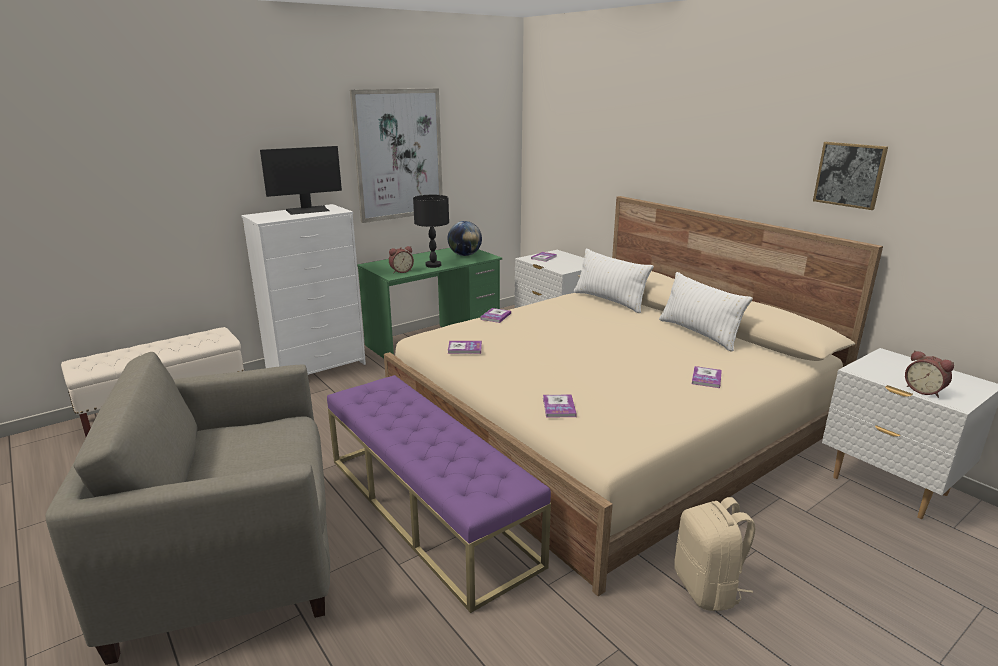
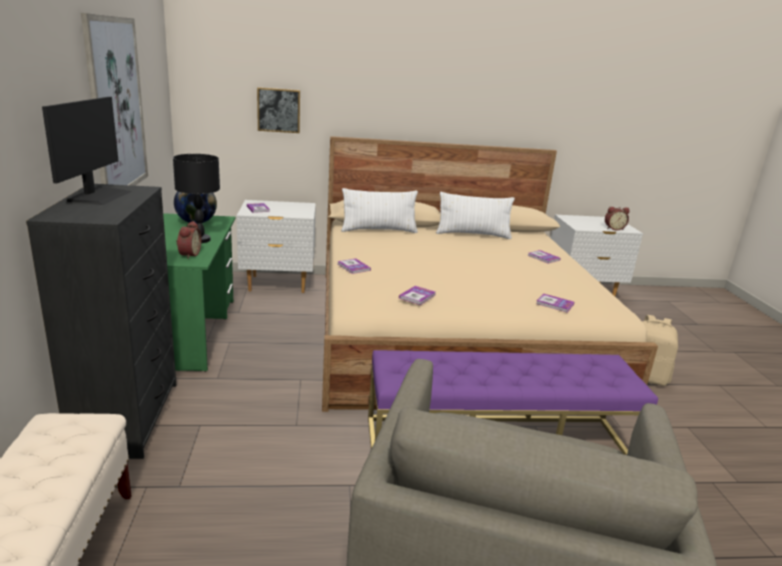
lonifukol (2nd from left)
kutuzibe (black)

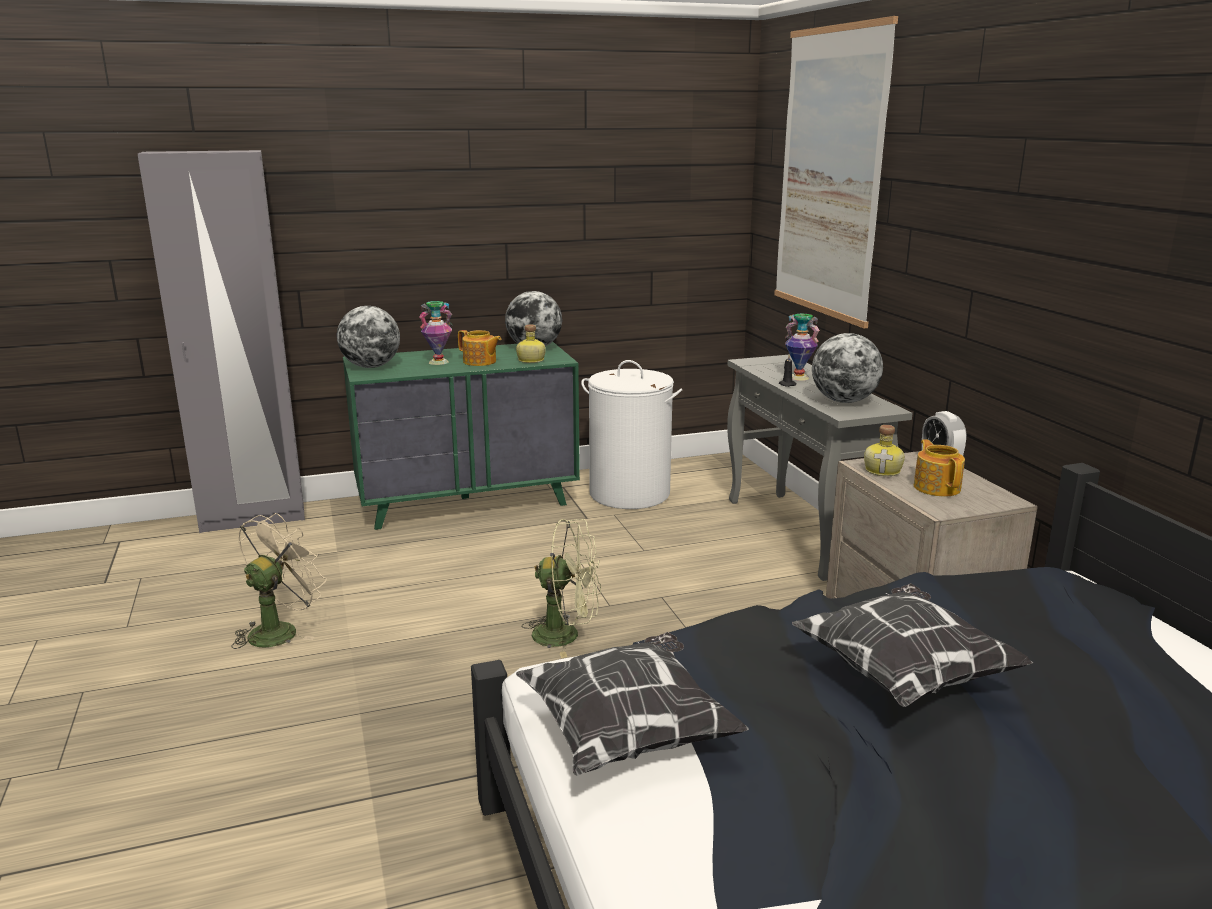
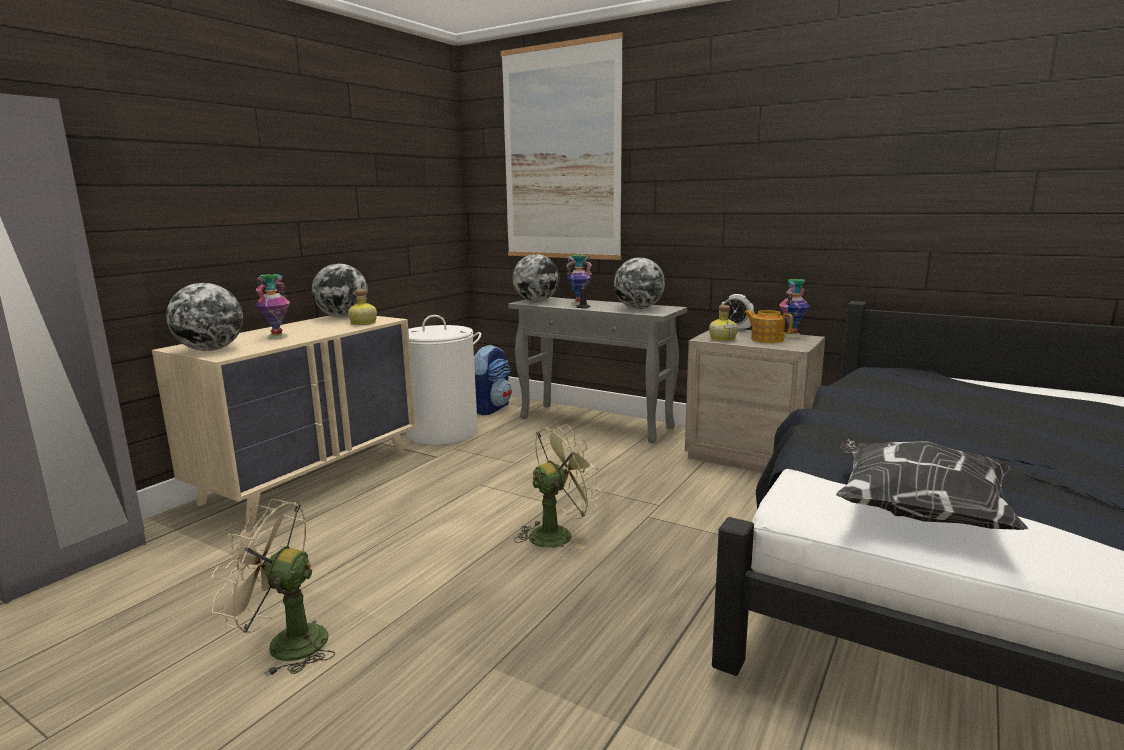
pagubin (1st from left in the first image)
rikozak (2nd from left in the first image)
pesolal
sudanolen (3rd from left)
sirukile (3rd from left)
kutuzibe (beige)
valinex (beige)

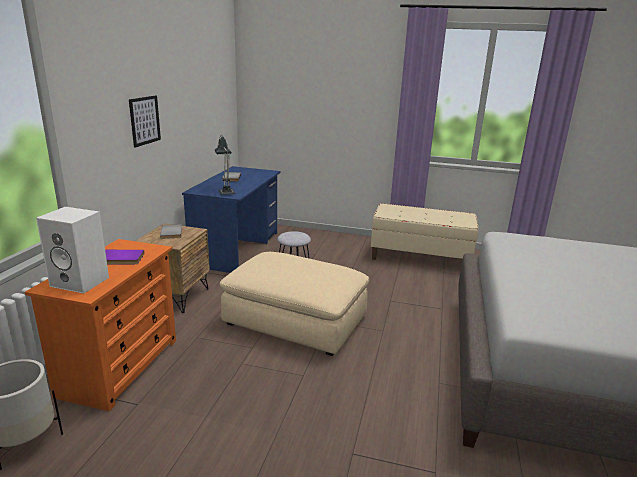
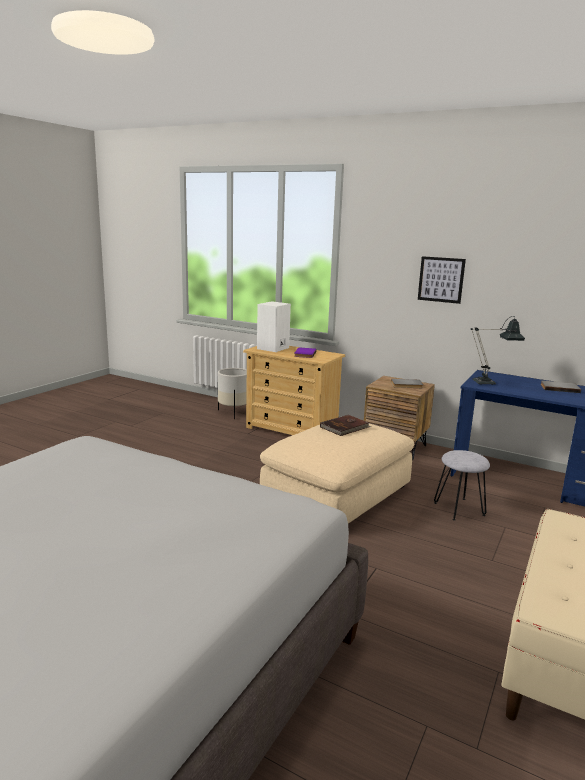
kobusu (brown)
kutuzibe (beige)

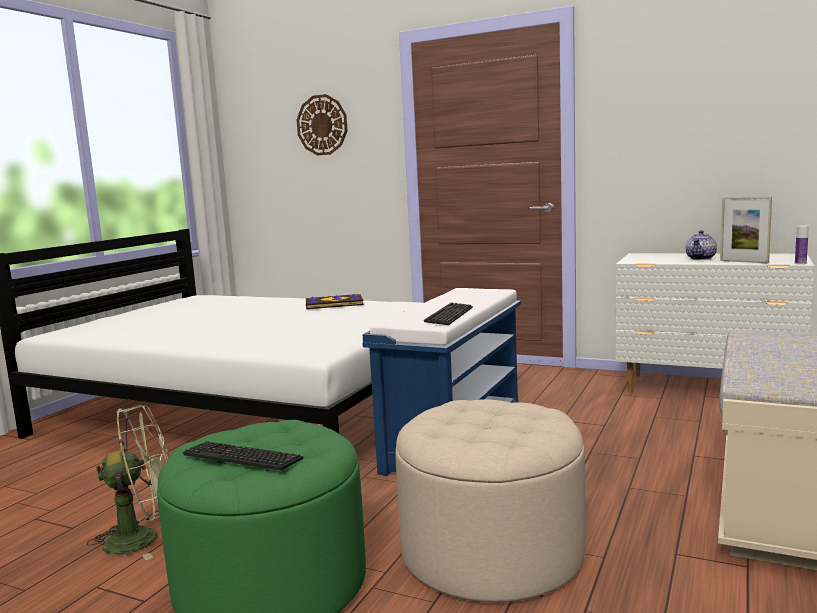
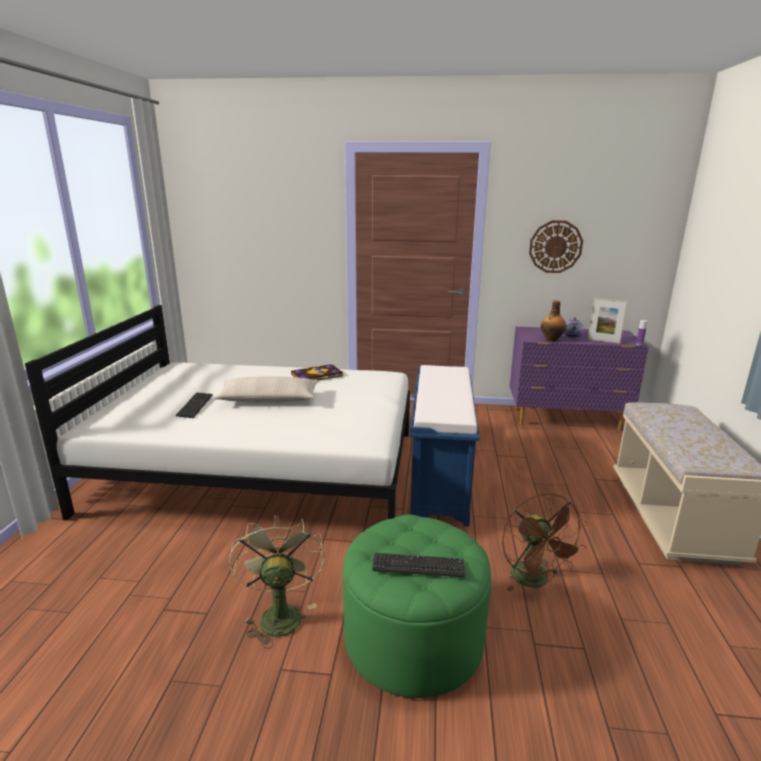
rikozak (beige)
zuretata (1st from left)
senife
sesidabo (1st from left)
valinex (brown)
kutuzibe (purple)
valinex (green)

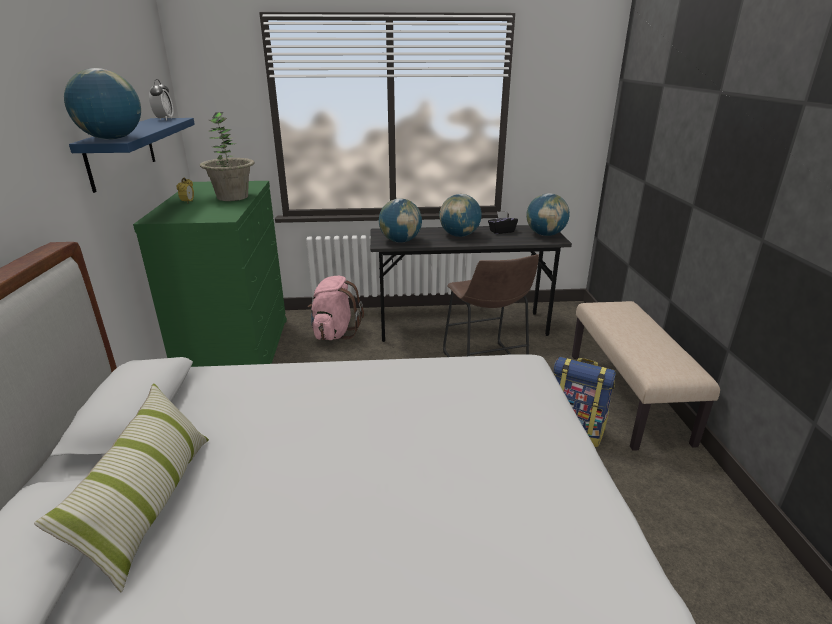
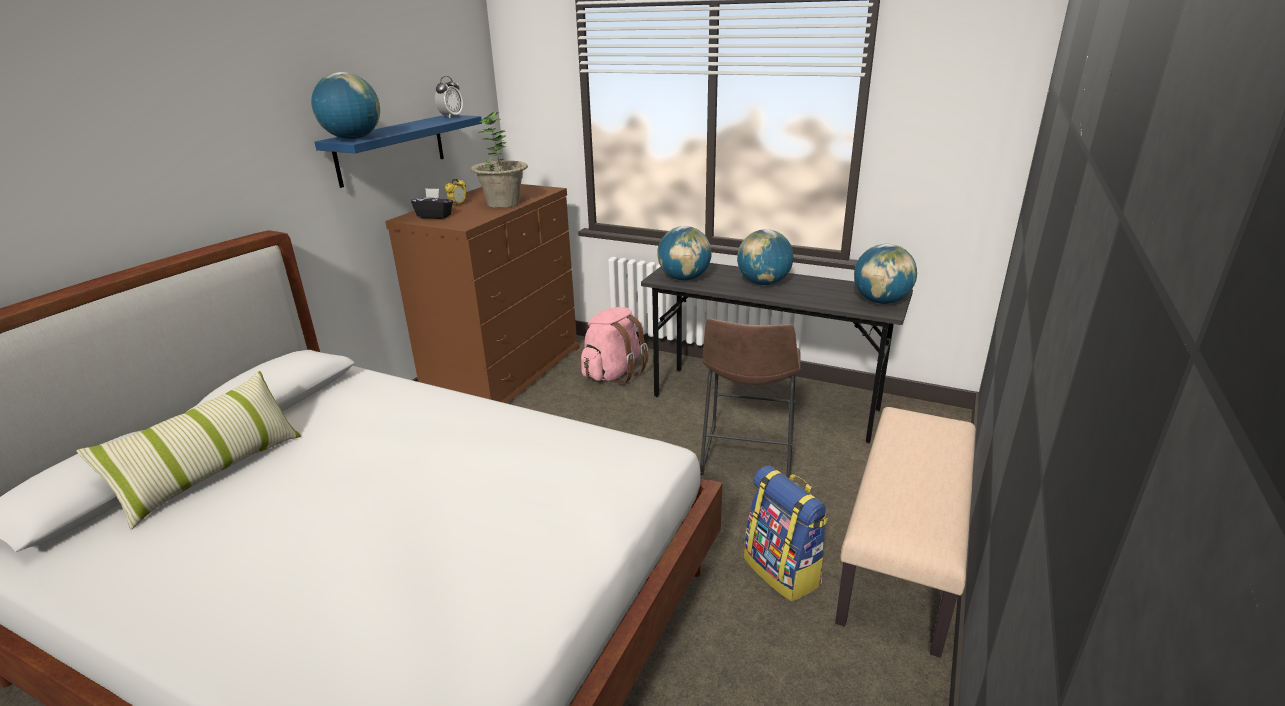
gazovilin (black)
kutuzibe (brown)

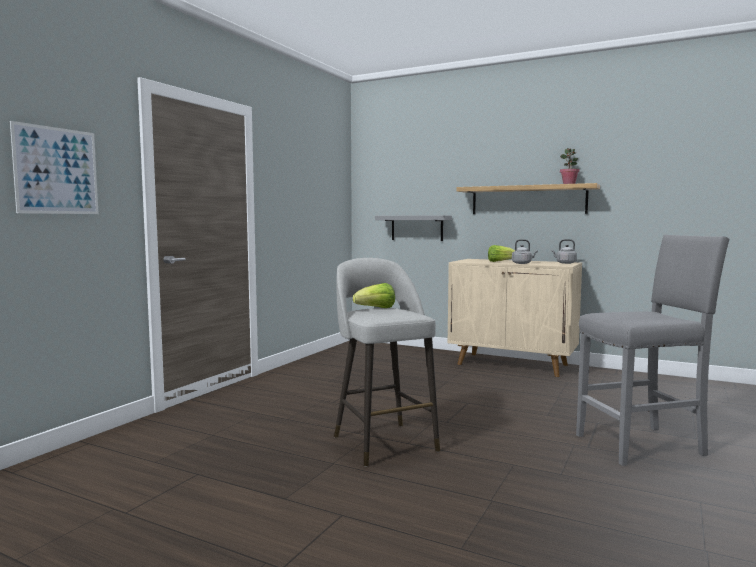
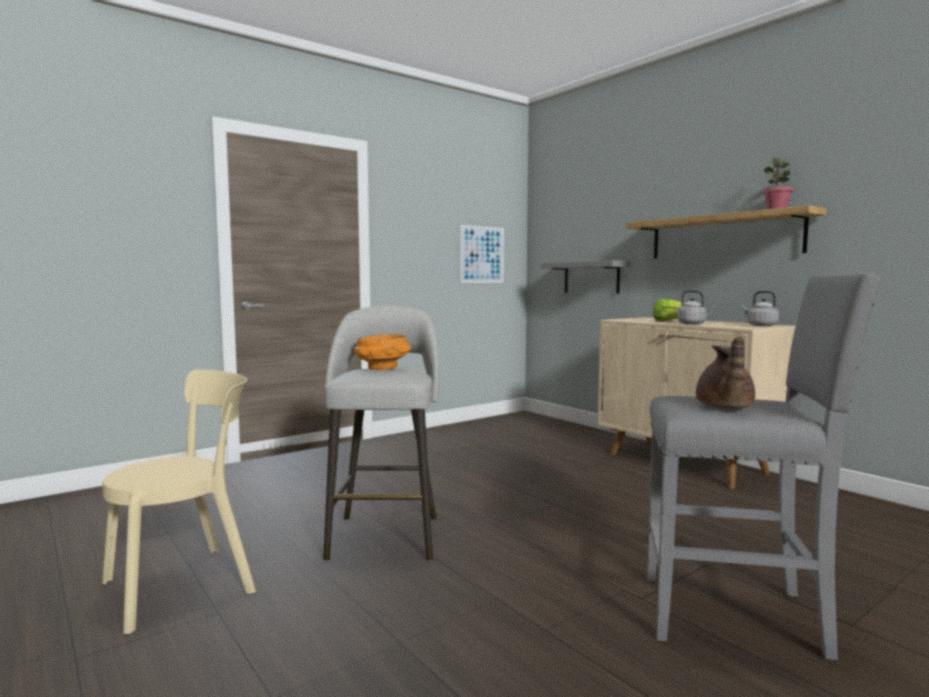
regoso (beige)
pagubin (brown)
lonifukol
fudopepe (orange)

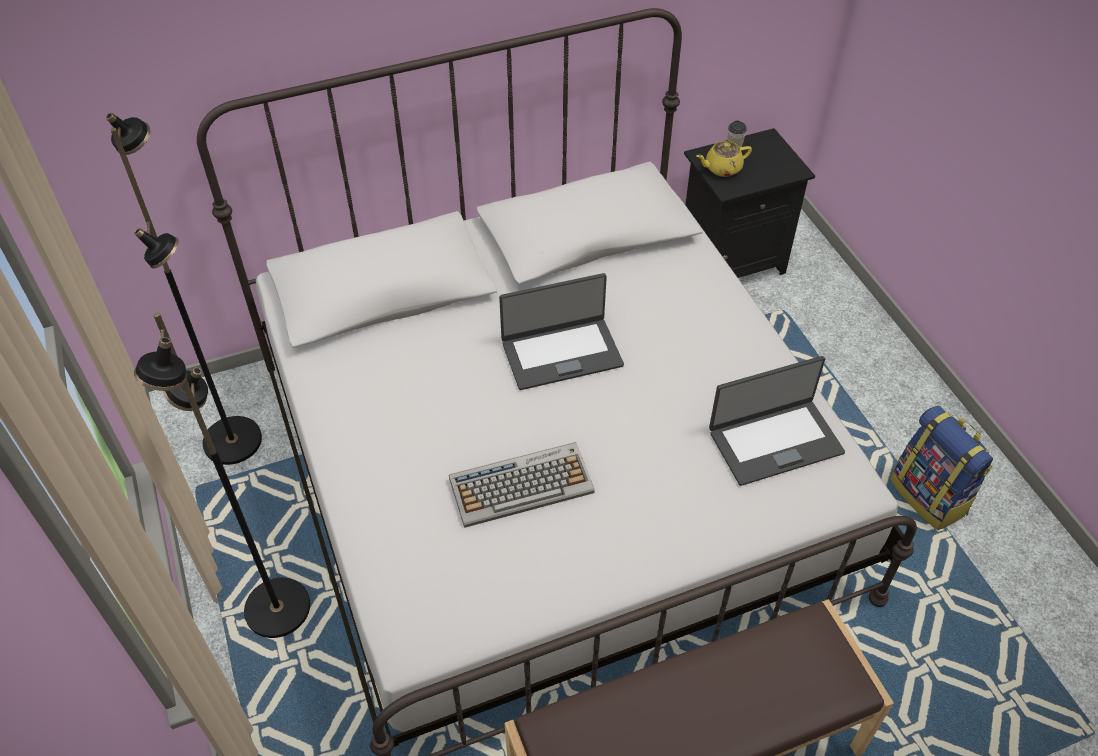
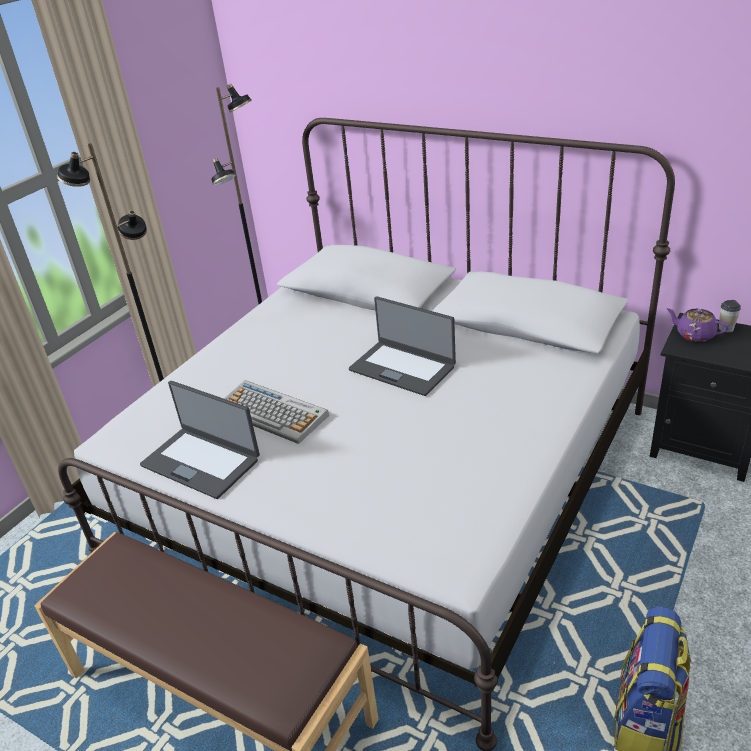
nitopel (1st from left)
pagubin (purple)

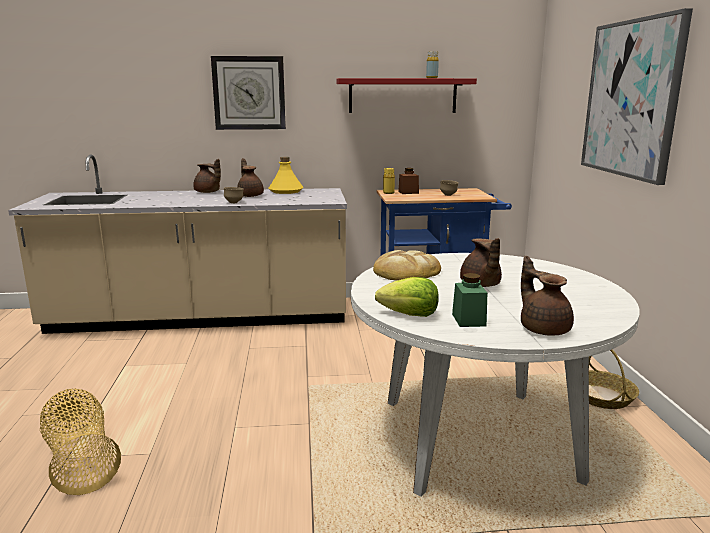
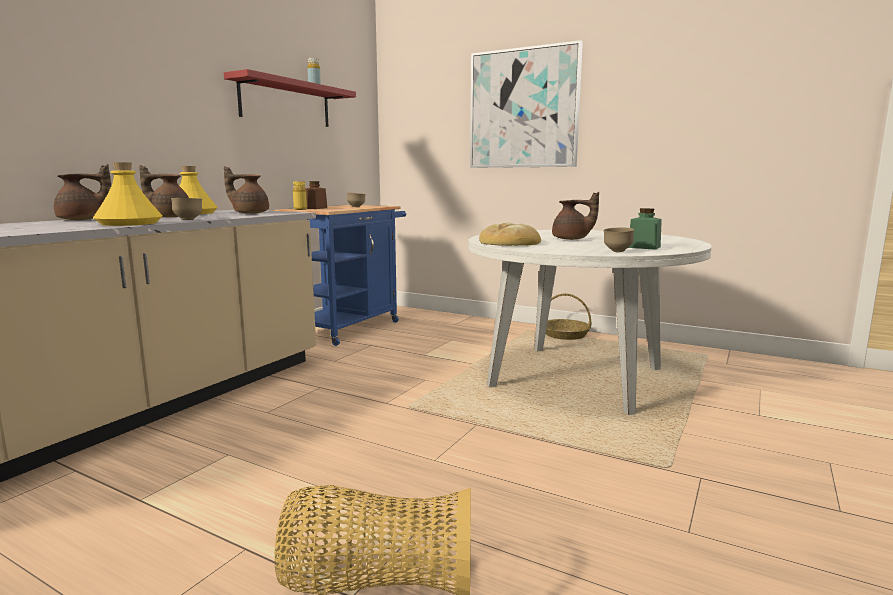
senife
zuretata (yellow) (1st from left)
pagubin (brown) (3rd from left)
fudopepe (brown) (3rd from left)

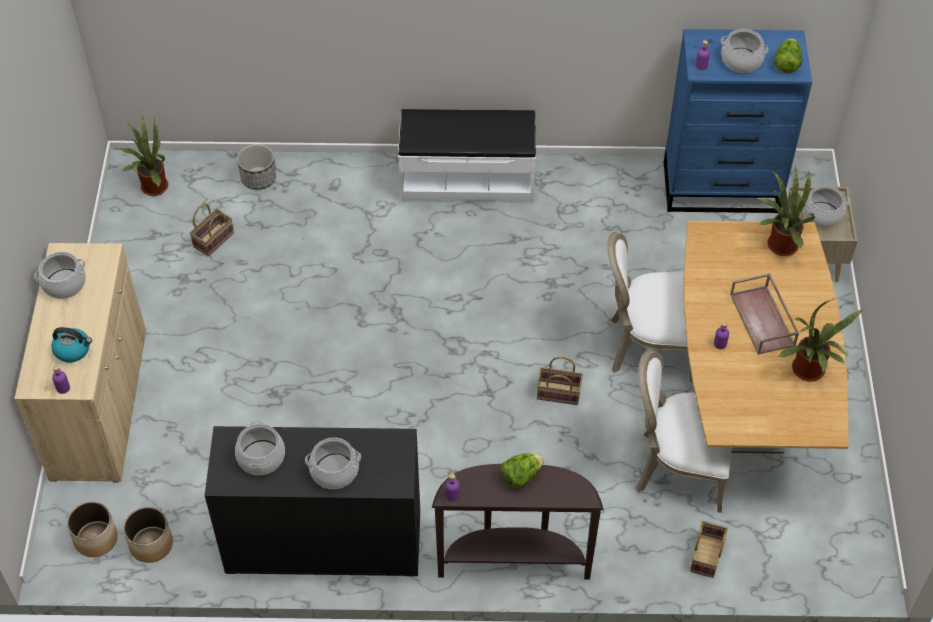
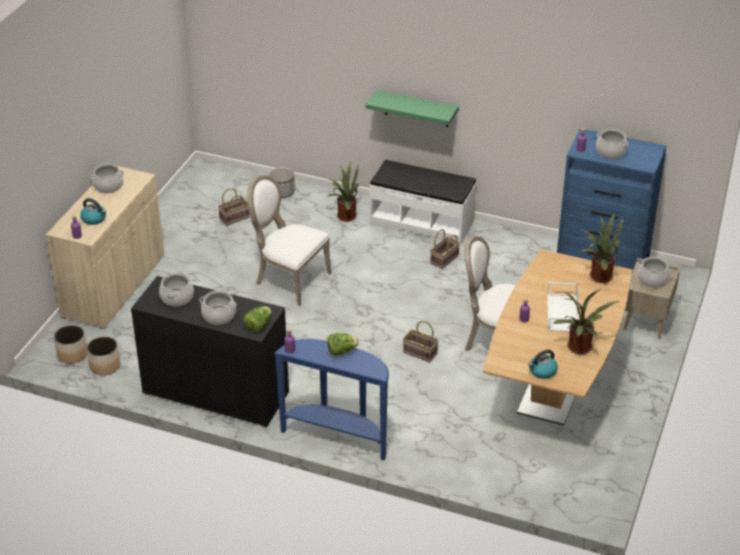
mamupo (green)
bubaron (2nd from left)
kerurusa (1st from left)
regoso (white) (1st from left)
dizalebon (3rd from left)
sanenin (1st from left)
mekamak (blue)
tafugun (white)

